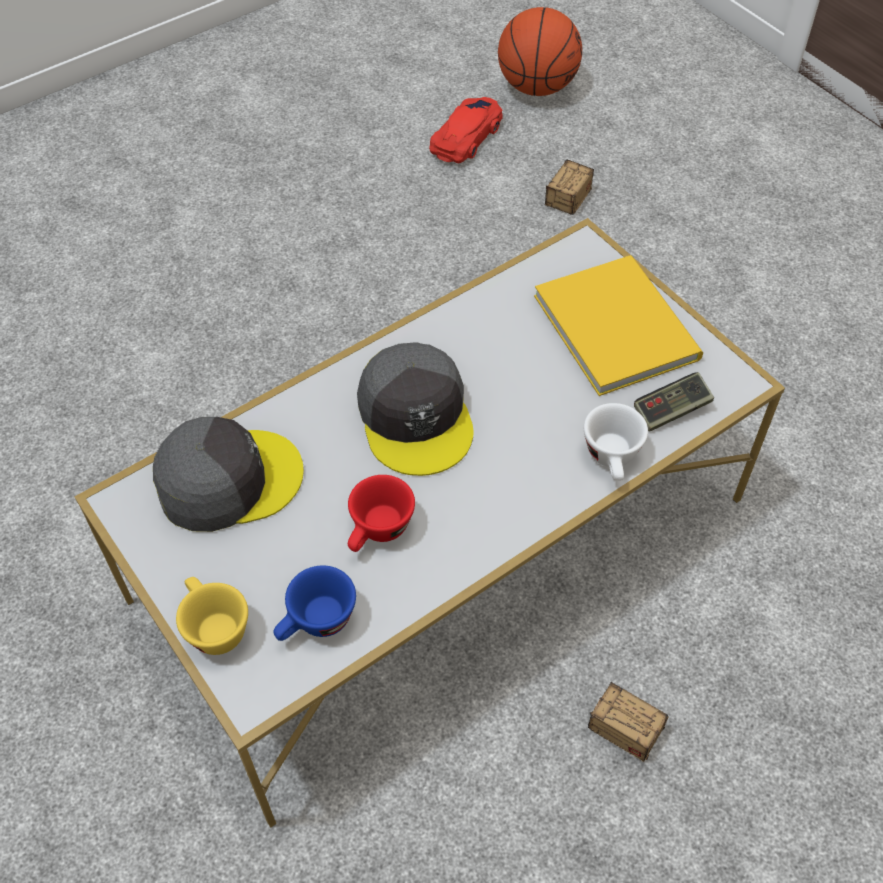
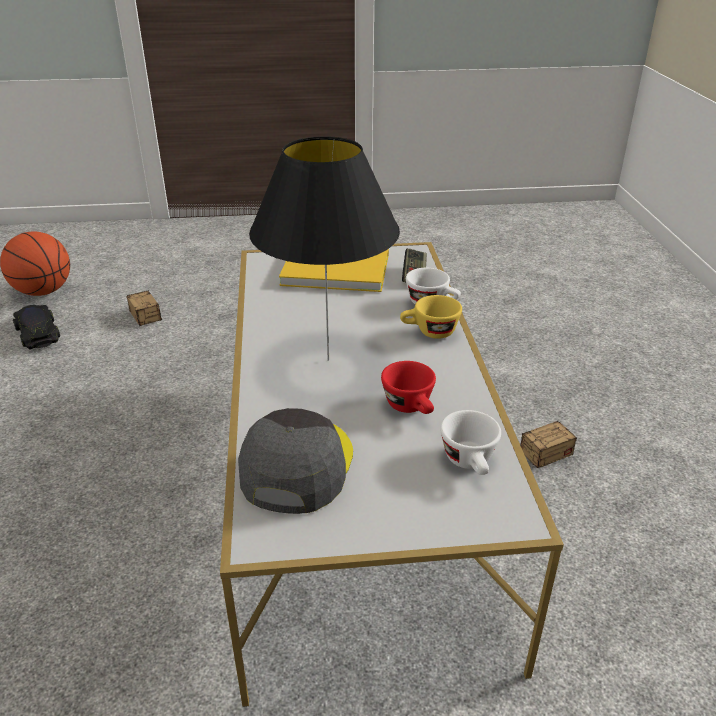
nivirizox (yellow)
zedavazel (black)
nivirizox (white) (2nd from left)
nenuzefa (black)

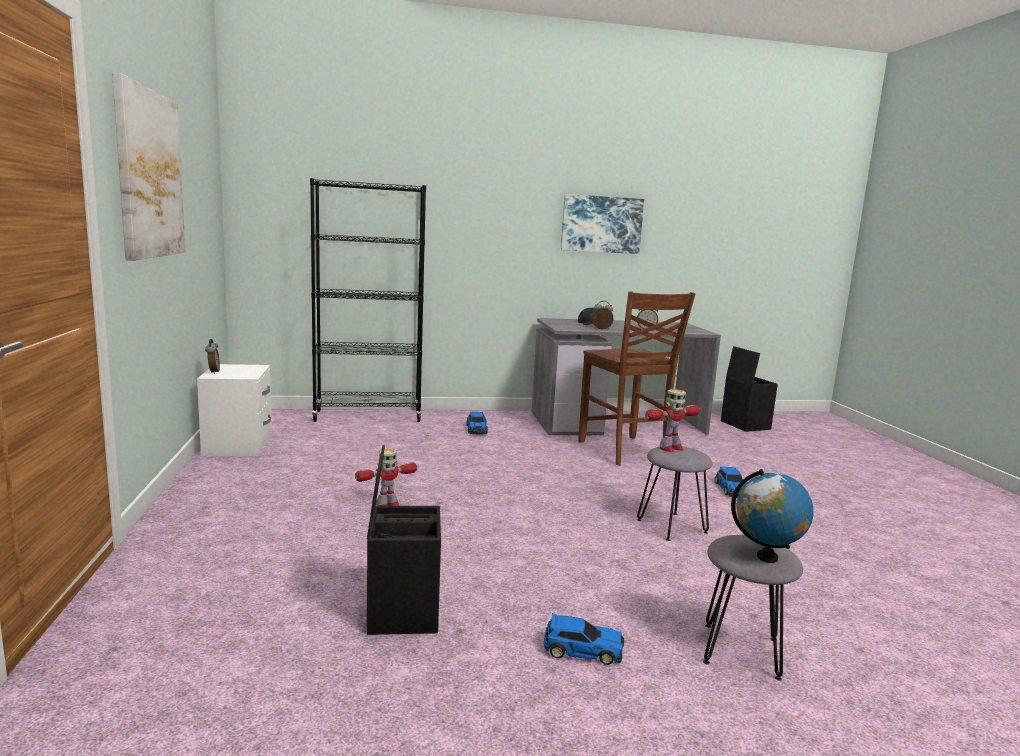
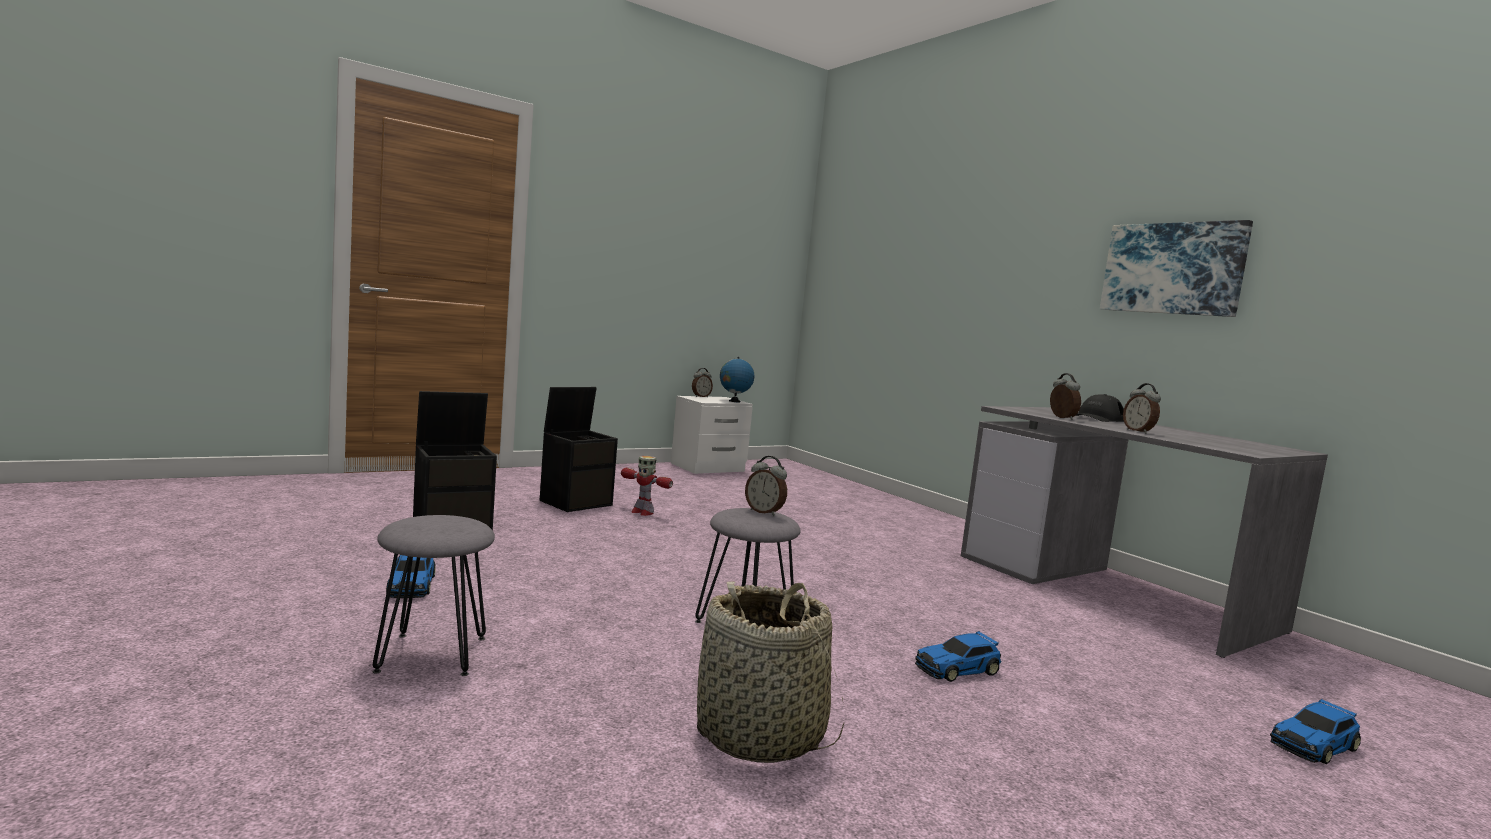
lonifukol (1st from left in the first image)
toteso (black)
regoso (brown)
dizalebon
nenuzefa (3rd from left)
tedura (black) (2nd from left)
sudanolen
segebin (2nd from left)

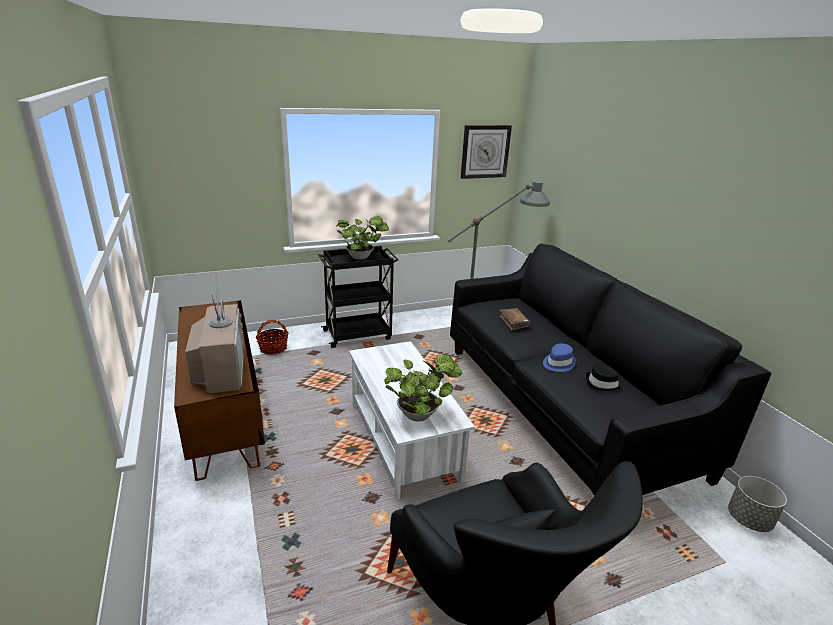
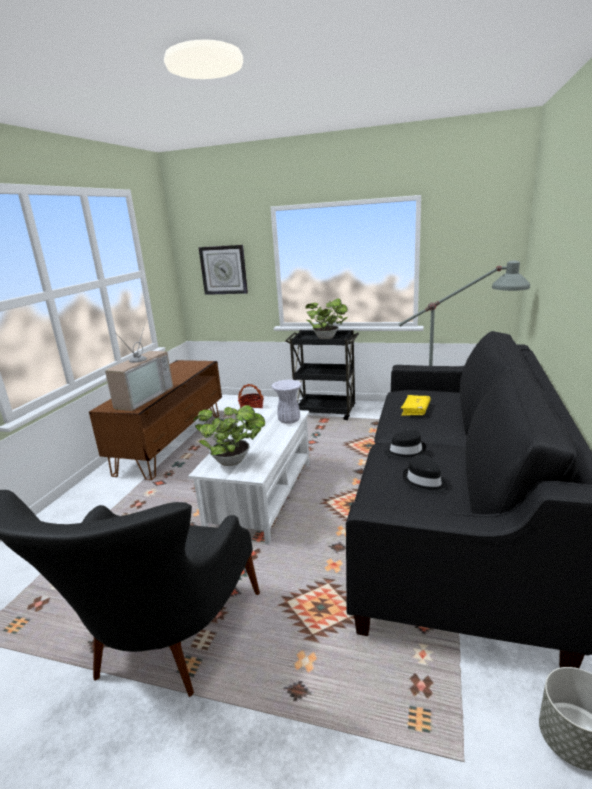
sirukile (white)
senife
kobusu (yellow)
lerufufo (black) (1st from left)

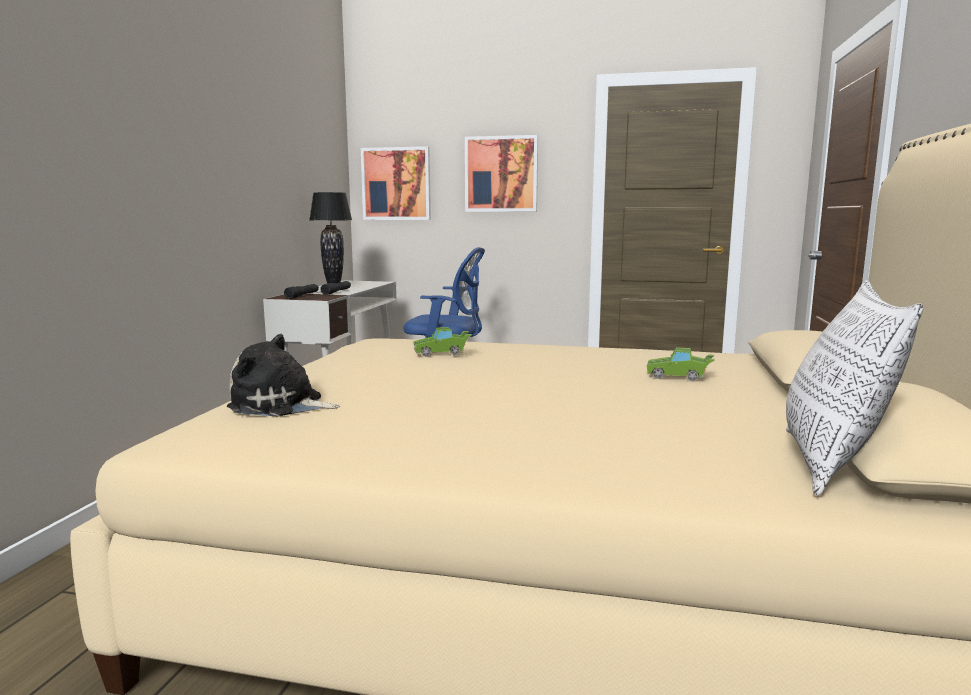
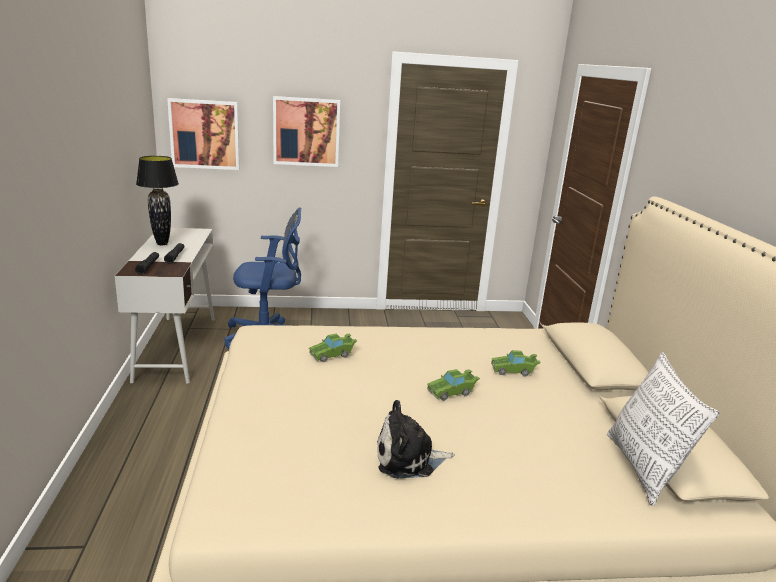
nenuzefa (green) (2nd from left)
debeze

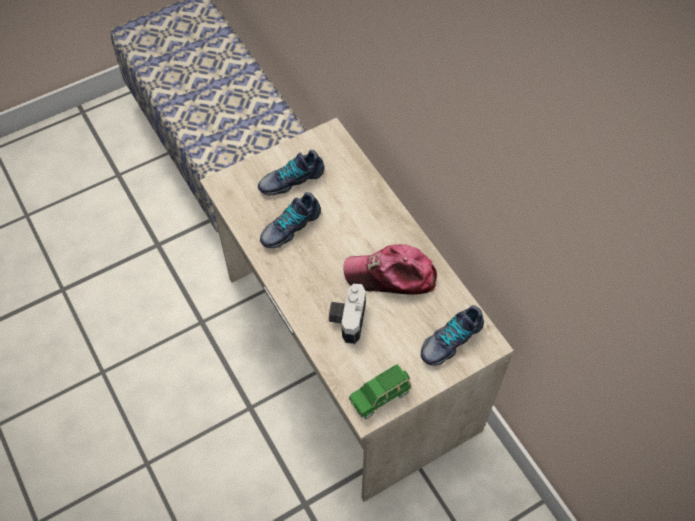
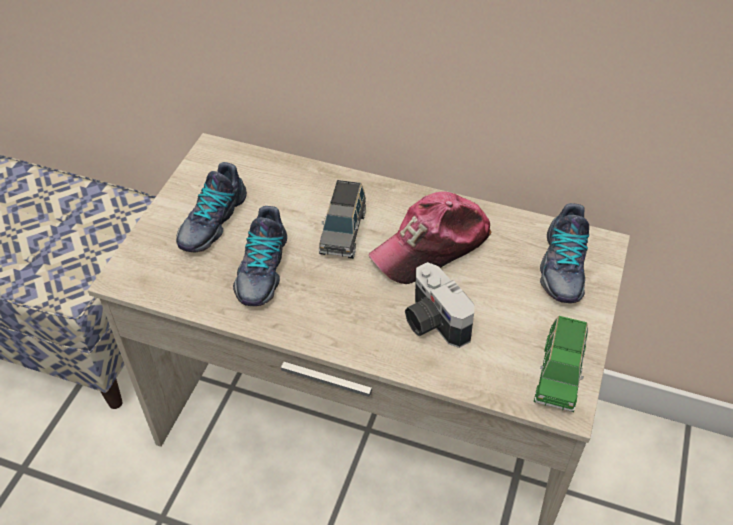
nenuzefa (grey)

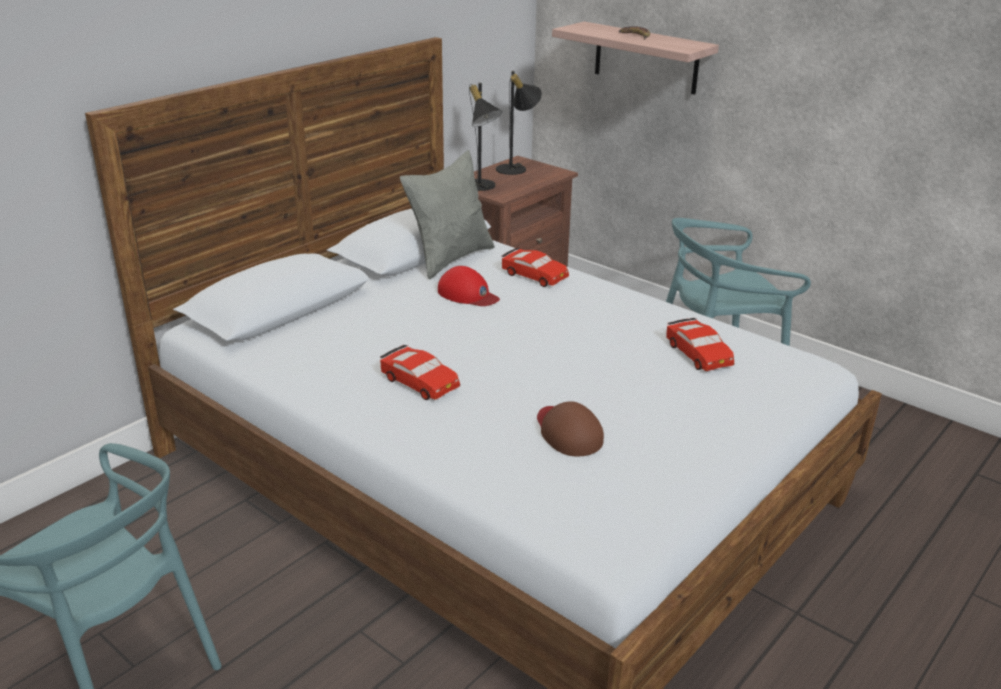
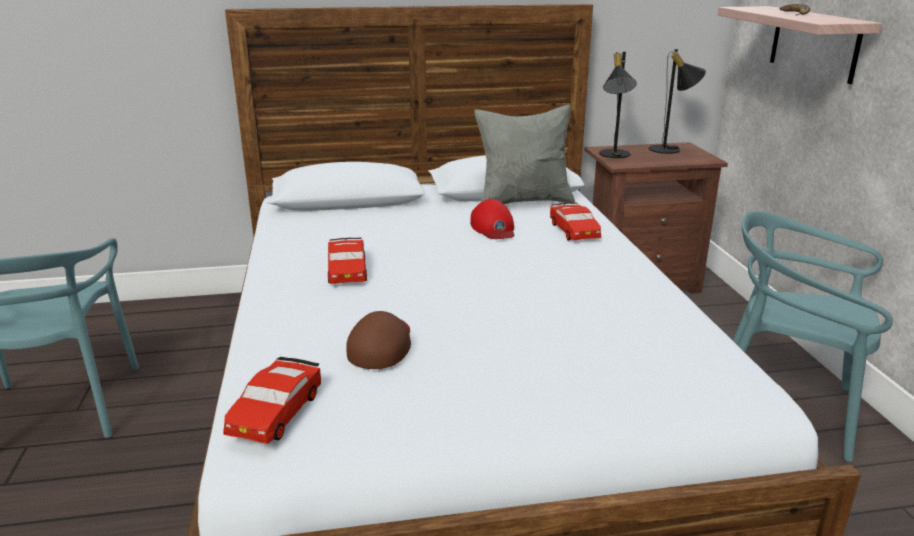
nenuzefa (red) (1st from left)

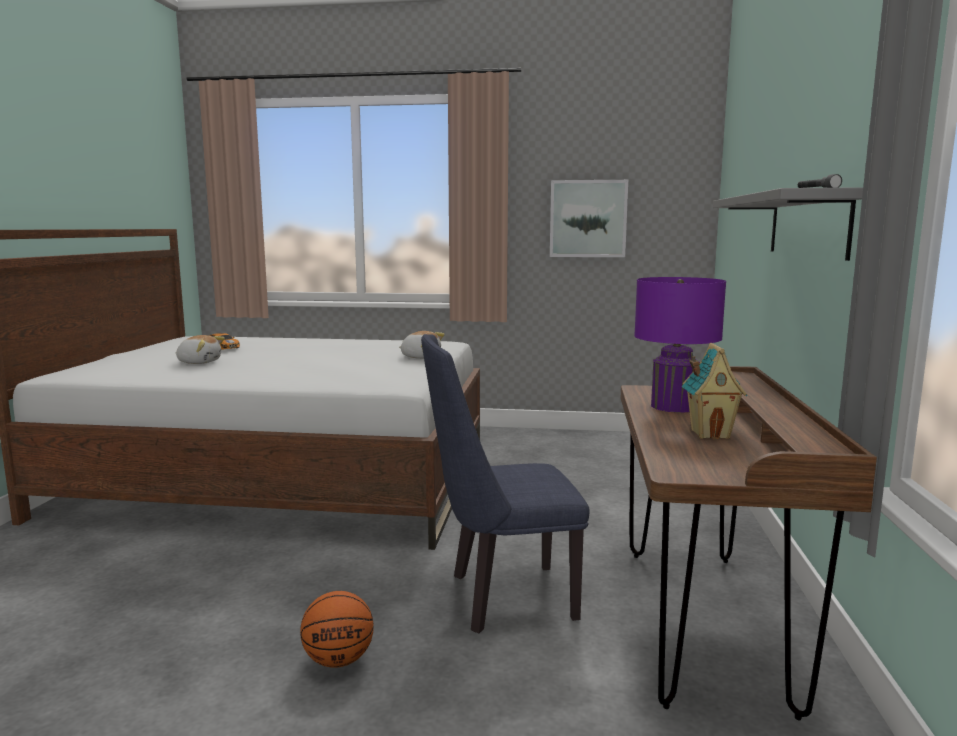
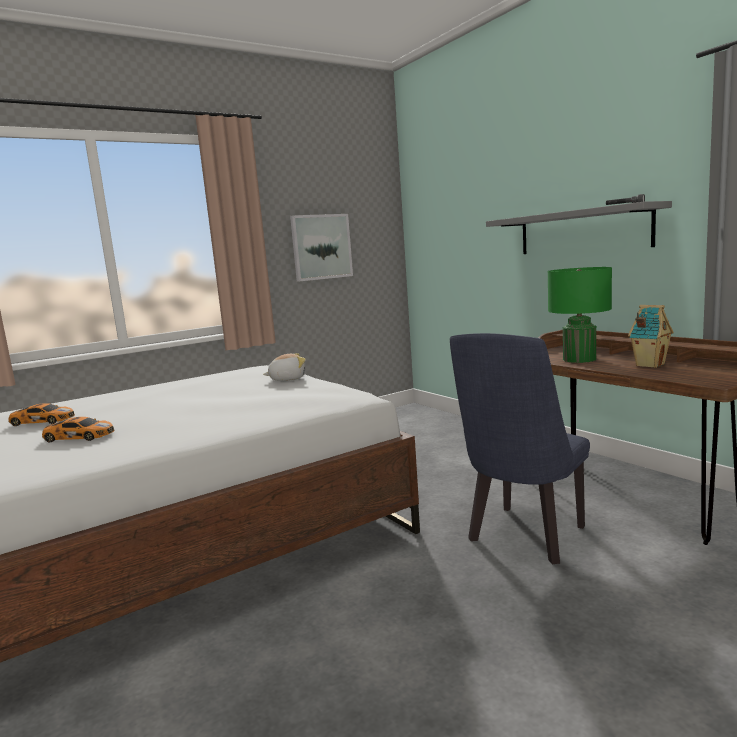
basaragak
nenuzefa (2nd from left)
zedavazel (green)

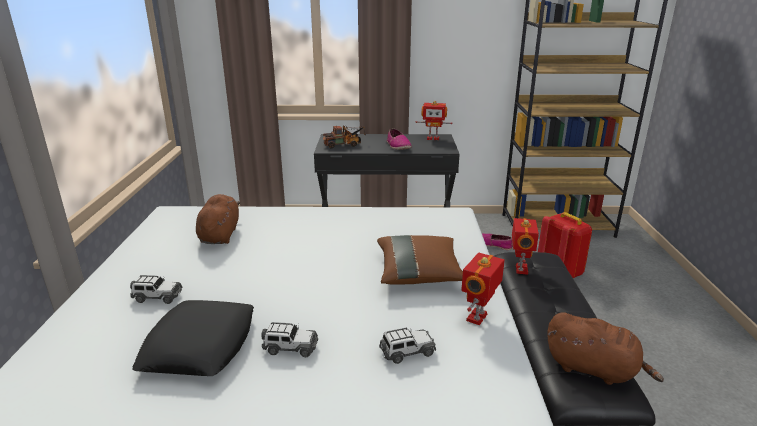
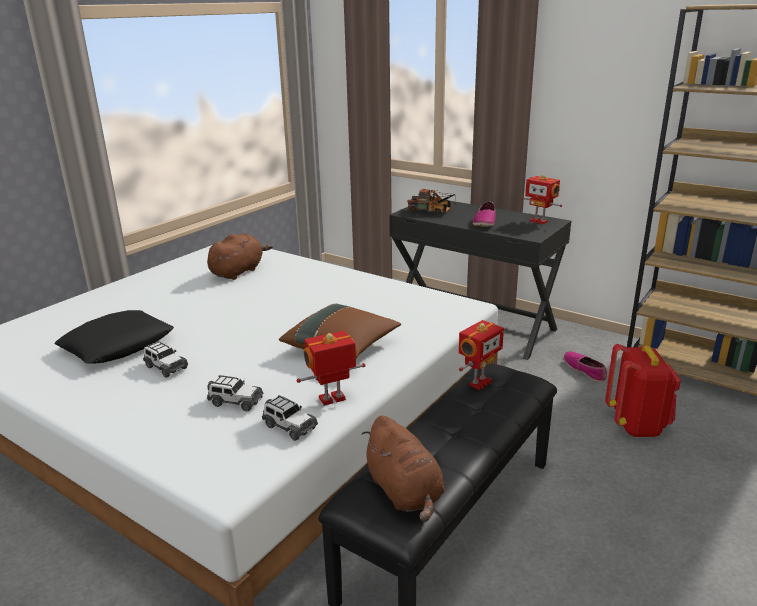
nenuzefa (3rd from left)

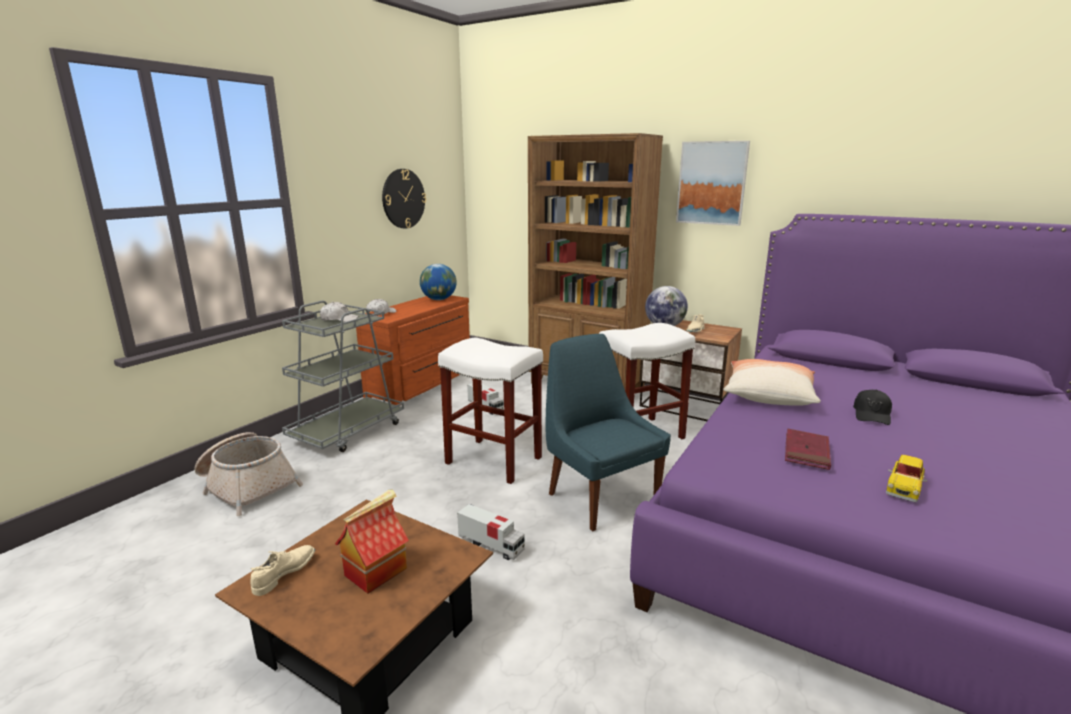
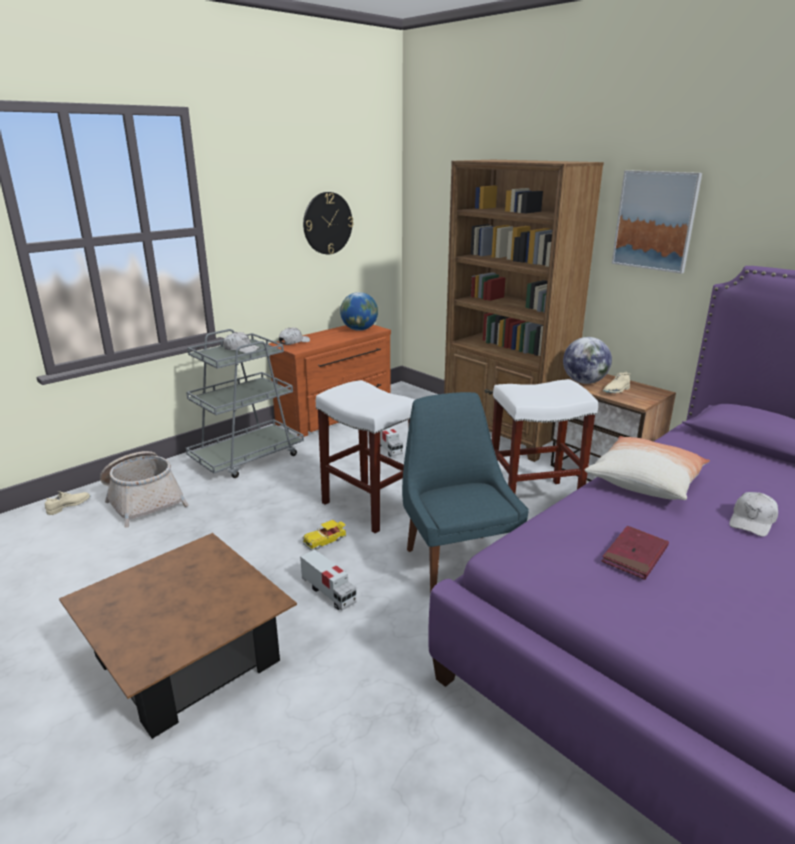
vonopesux
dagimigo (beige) (1st from left)
nenuzefa
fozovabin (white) (3rd from left)

